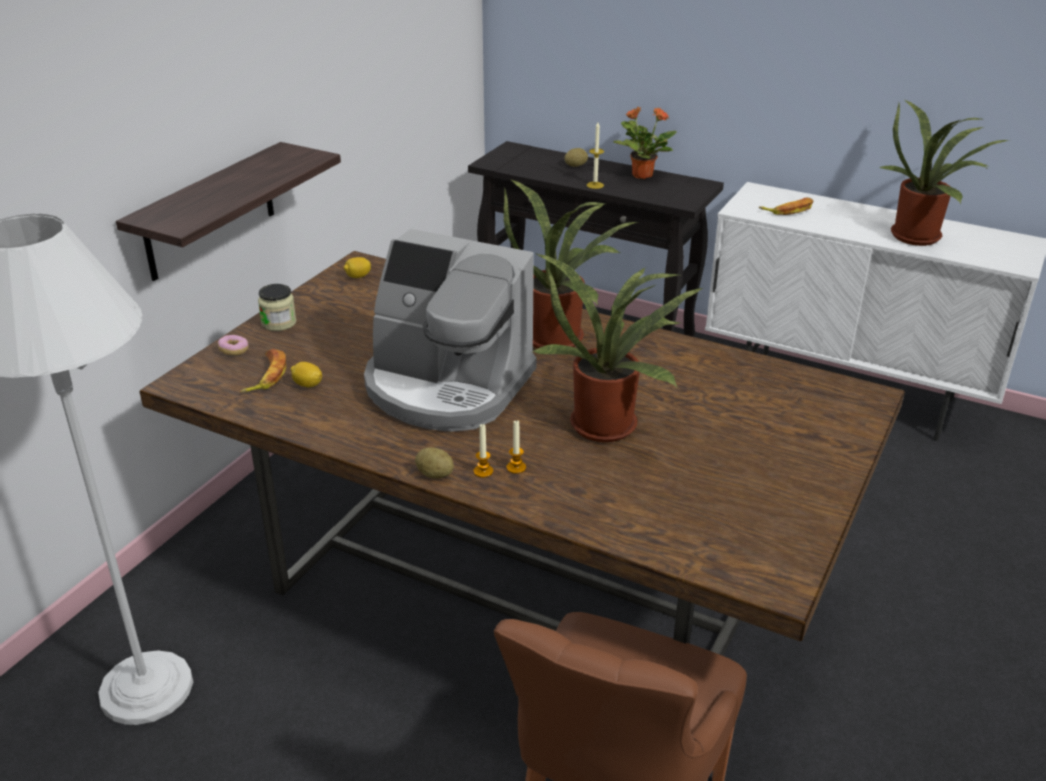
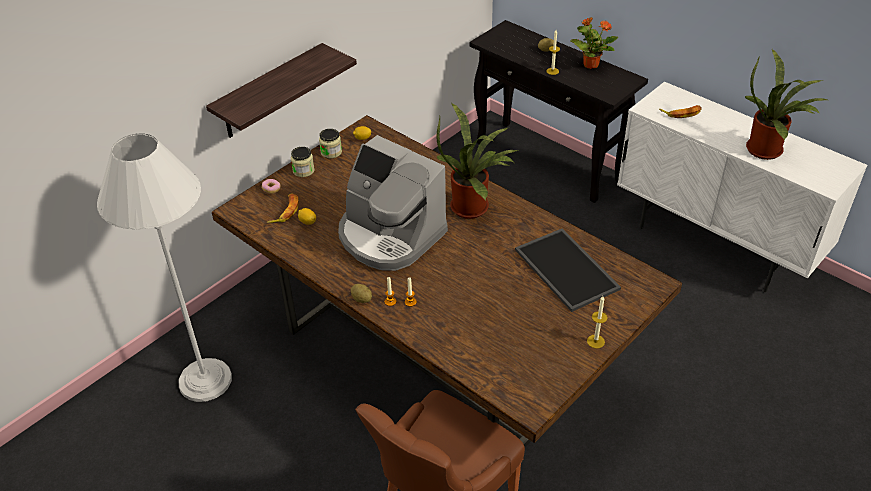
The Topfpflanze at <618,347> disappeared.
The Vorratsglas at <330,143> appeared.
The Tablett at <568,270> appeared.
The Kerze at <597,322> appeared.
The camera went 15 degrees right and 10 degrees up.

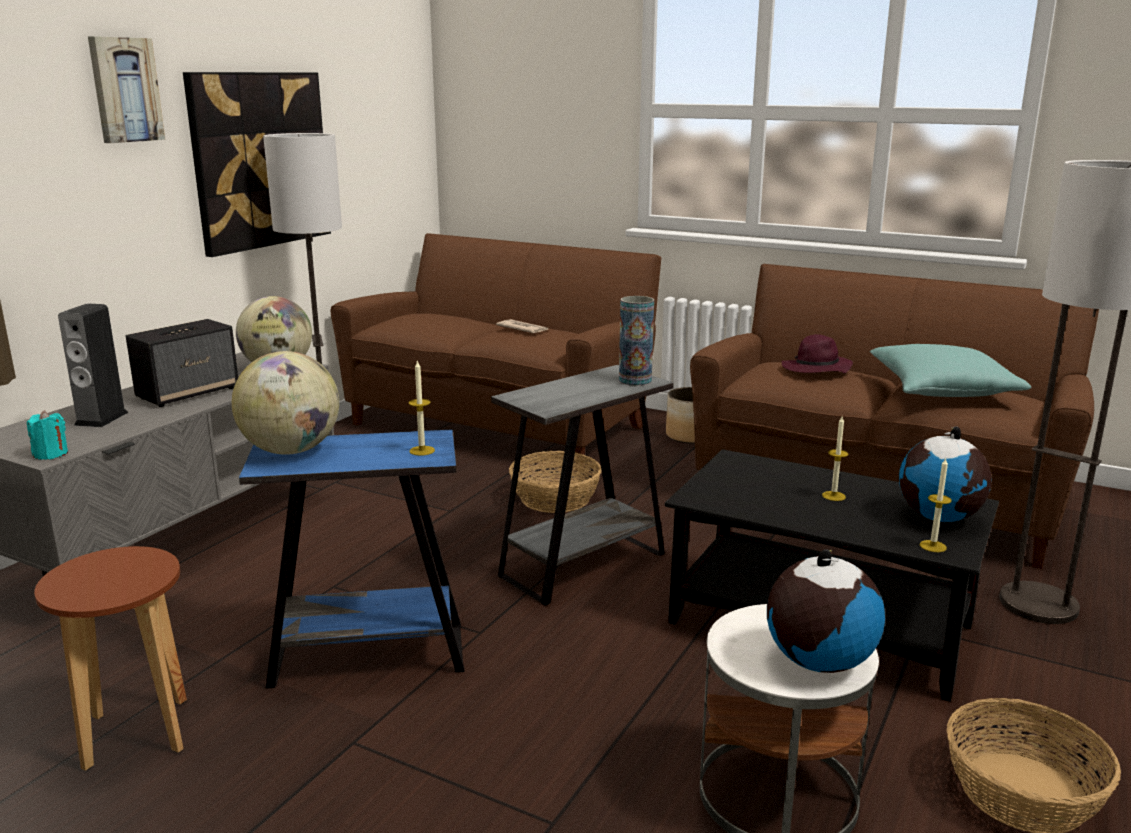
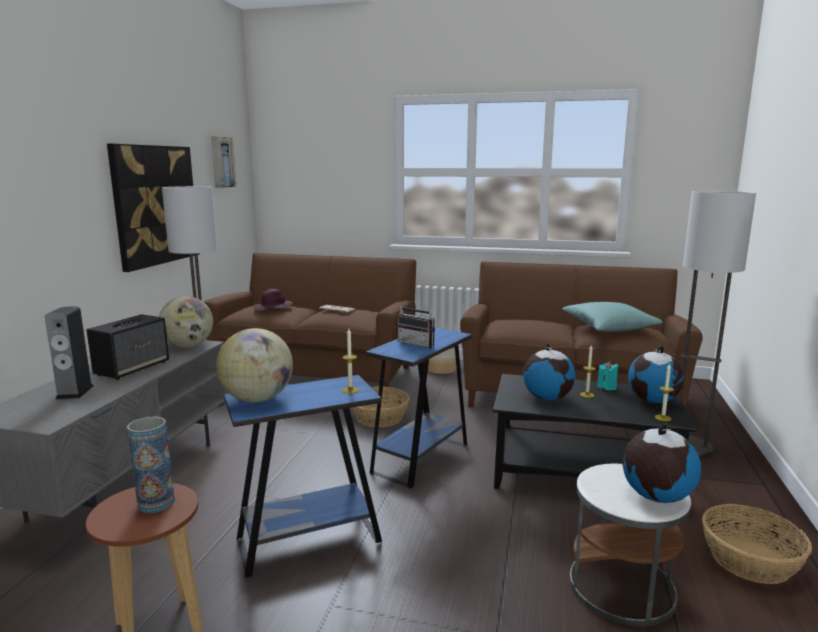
The Kerze (türkis) moved from <47,435> to <607,375>.
The Bild moved from <126,89> to <223,162>.
The Beistelltisch (grau) at <582,485> became the Beistelltisch (blau) at <419,408>.
The Vase moved from <636,341> to <151,465>.
The Hut (lila) moved from <817,353> to <273,299>.
The Radio at <416,322> appeared.
The Globus at <549,372> appeared.
The camera went 15 degrees left and 5 degrees down.

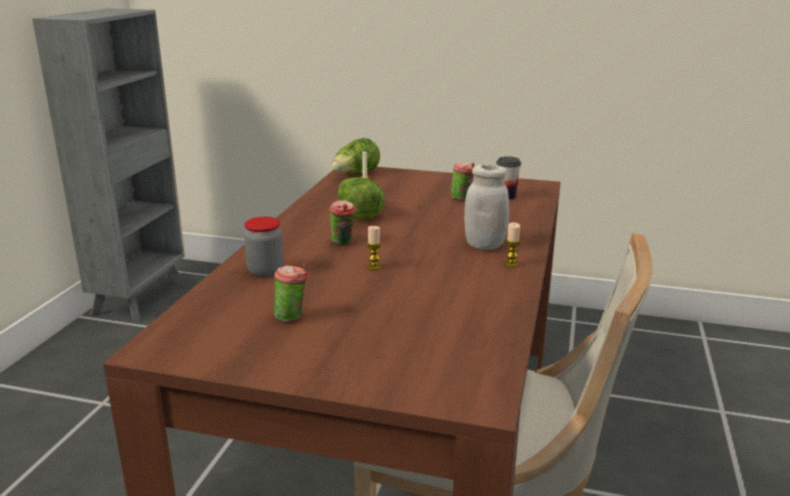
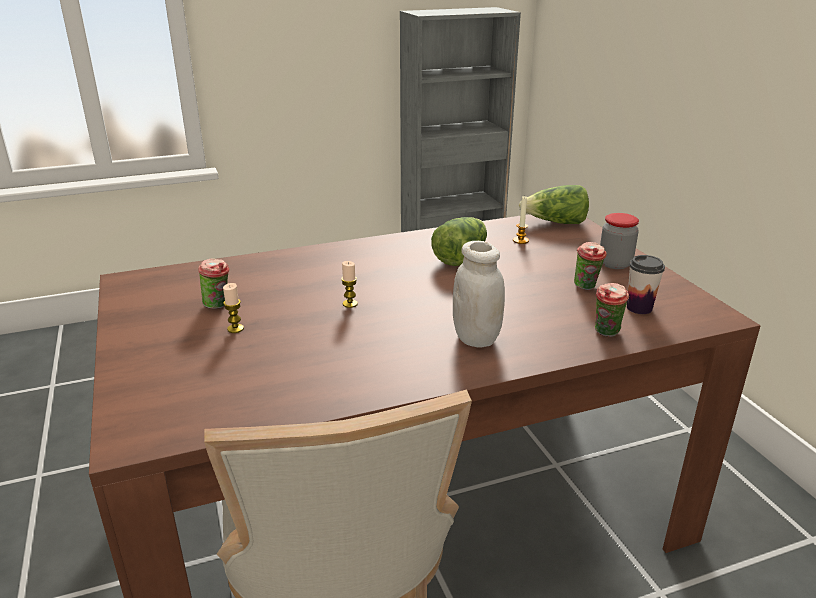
The Vorratsglas moved from <264,247> to <619,241>.
The Tasse moved from <342,222> to <612,310>.
The Kerze moved from <512,244> to <233,308>.
The camera went 55 degrees right and 5 degrees up.

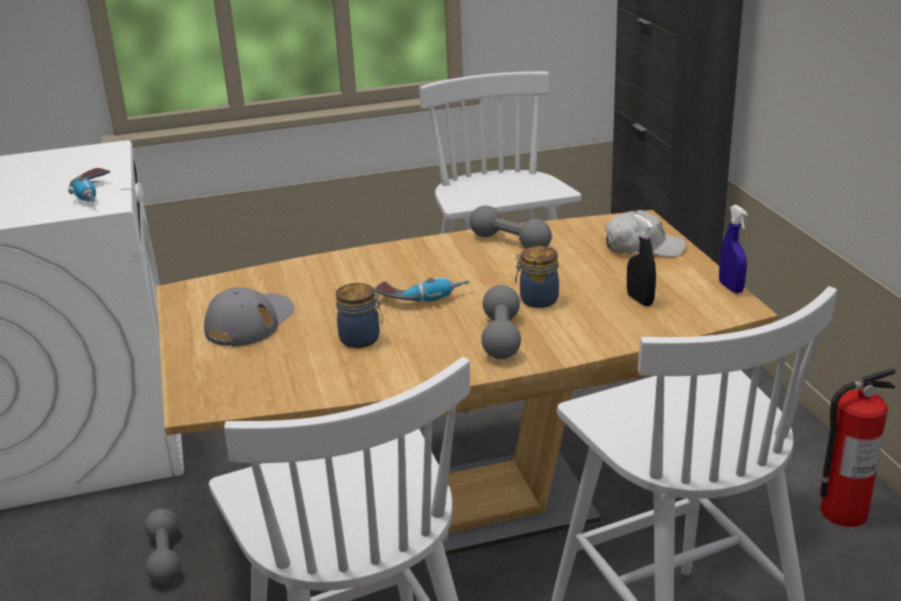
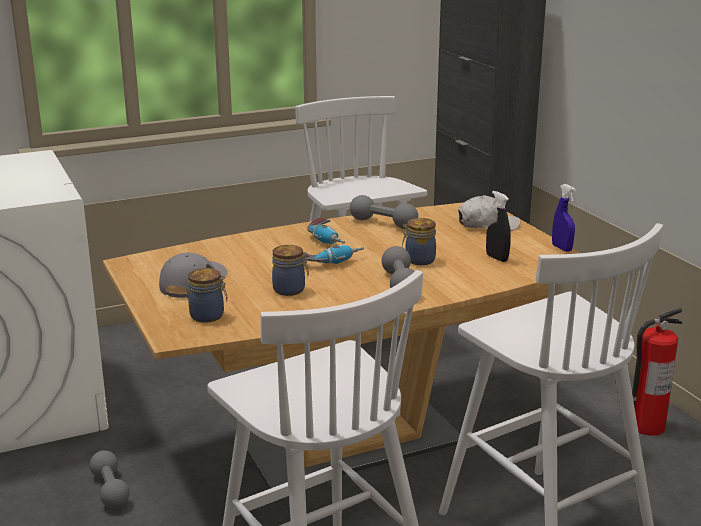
The Bohrmaschine moved from <89,185> to <326,231>.
The Vorratsglas at <208,295> appeared.
The camera went 10 degrees left and 5 degrees down.

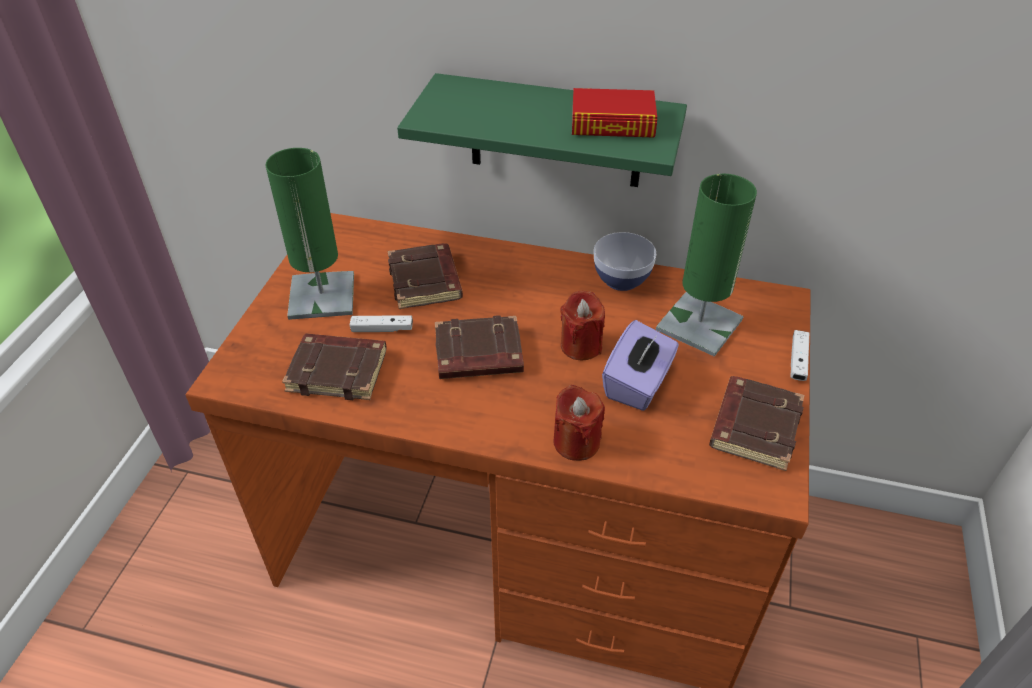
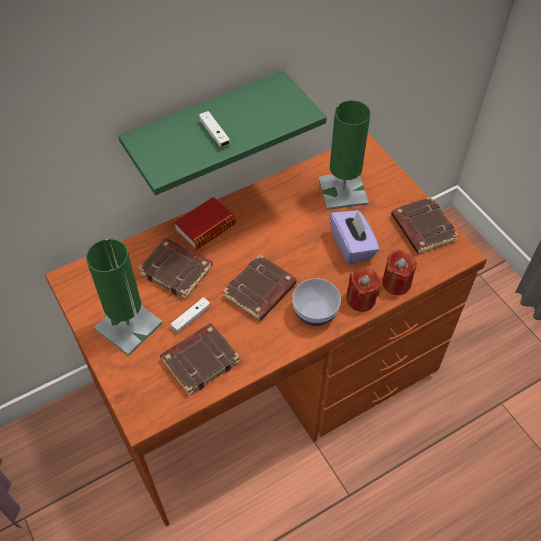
The Kerze (rot) moved from <582,325> to <399,272>.
The Buch moved from <614,113> to <205,223>.
The Schüssel moved from <625,261> to <316,302>.
The Gamepad (weiß) moved from <799,355> to <214,129>.
The camera went 45 degrees left and 10 degrees up.

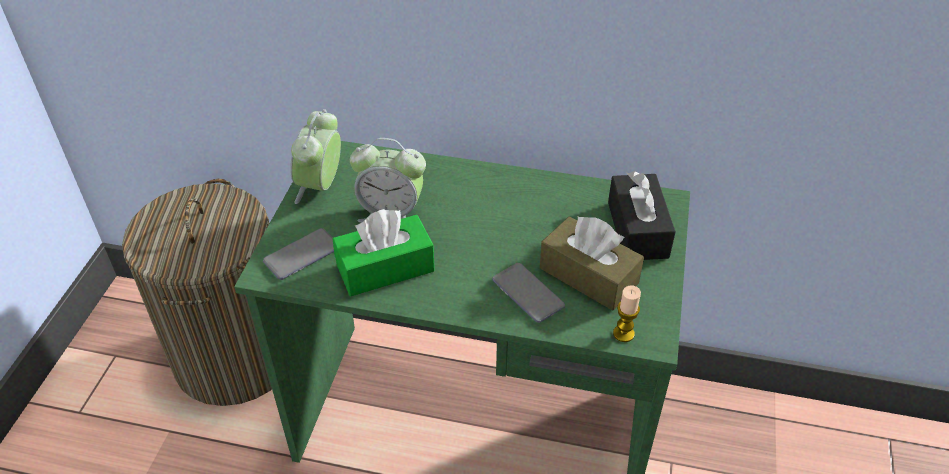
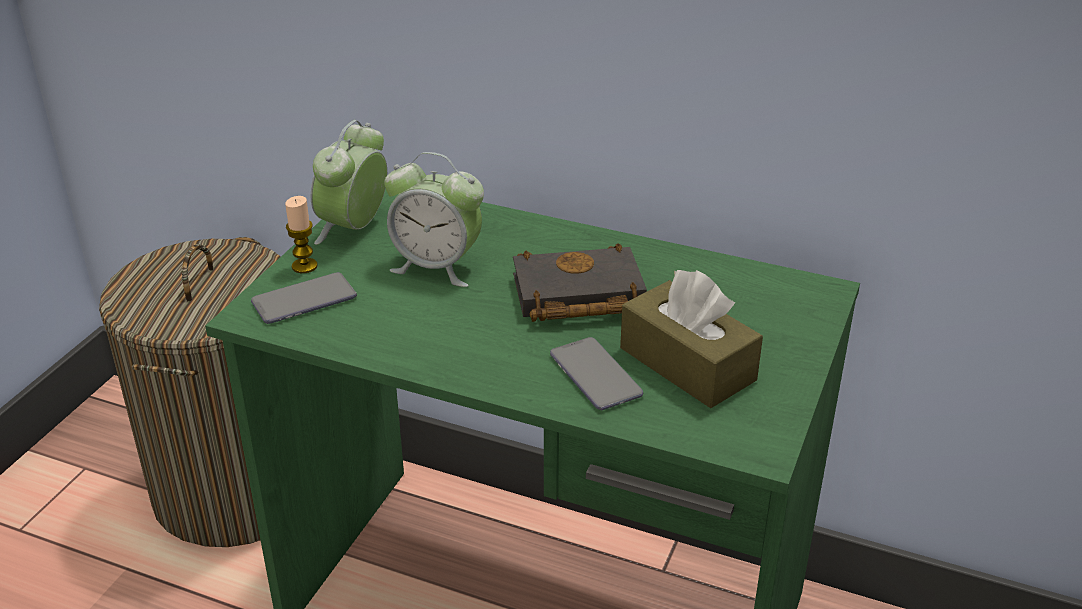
The Taschentuchbox (grün) at <384,252> disappeared.
The Taschentuchbox (schwarz) at <642,215> disappeared.
The Kerze moved from <627,313> to <301,234>.
The Buch (schwarz) at <580,282> appeared.
The camera went 10 degrees right and 10 degrees down.

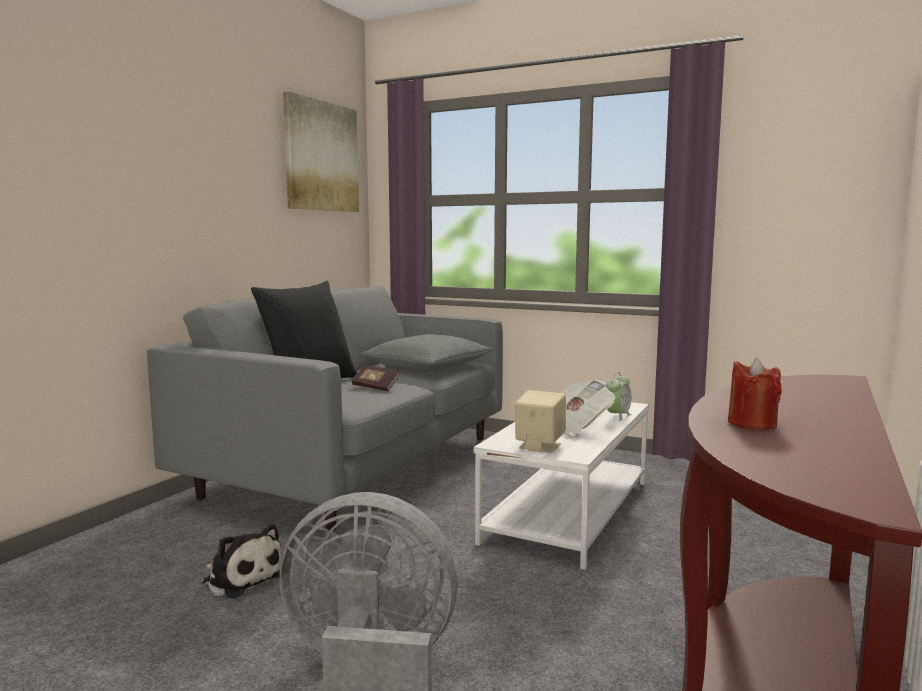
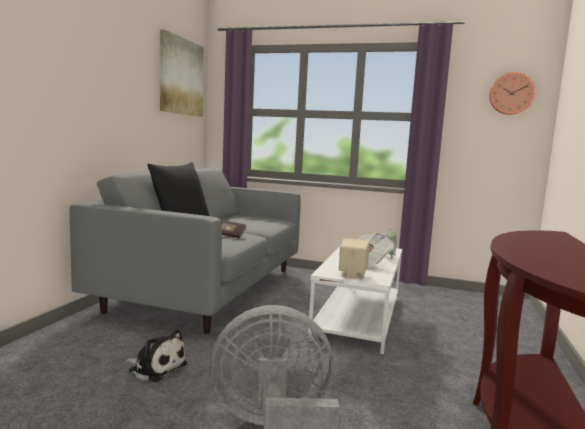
The Kissen (grau) at <427,352> disappeared.
The Kerze (rot) at <755,394> disappeared.
The Wanduhr at <512,93> appeared.
The camera went 10 degrees left and 0 degrees up.

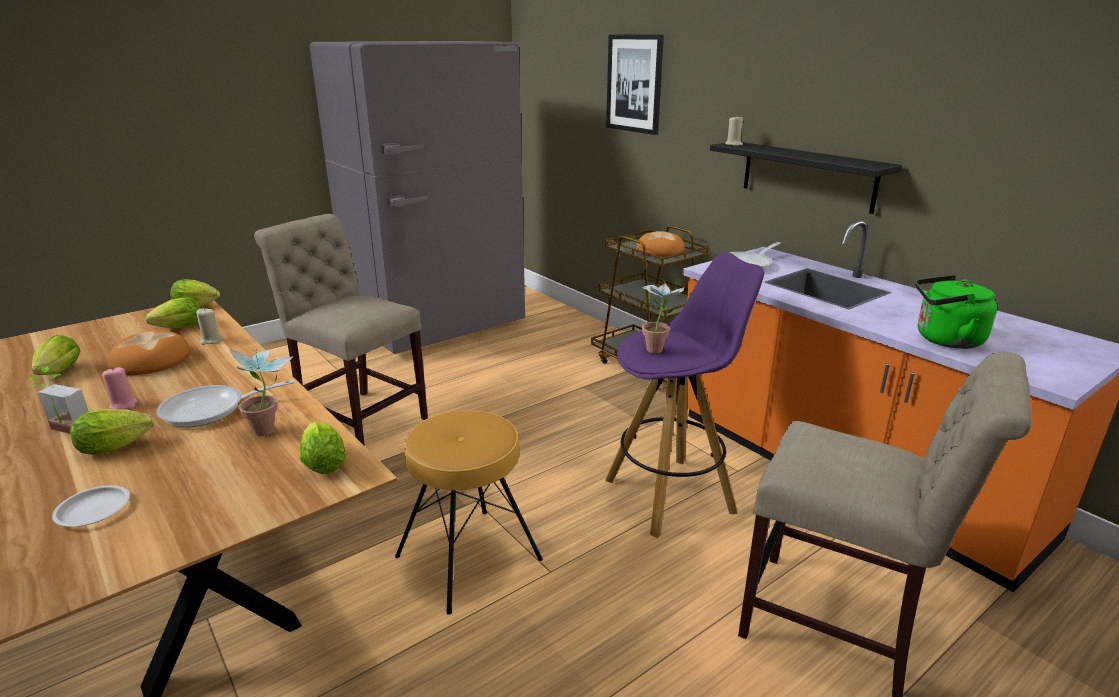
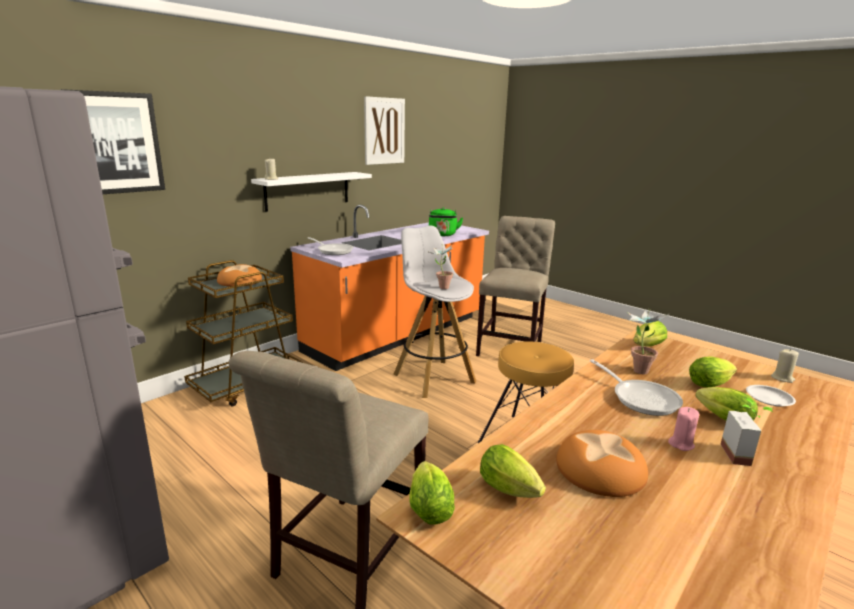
The Salatkopf moved from <56,355> to <713,372>.
The Kerze (beige) moved from <209,326> to <785,366>.
The Hocker (lila) at <684,395> became the Hocker (weiß) at <435,311>.
The Wandregal (schwarz) at <806,178> became the Wandregal (weiß) at <311,192>.
The Bild at <384,130> appeared.
The camera went 100 degrees left and 5 degrees down.

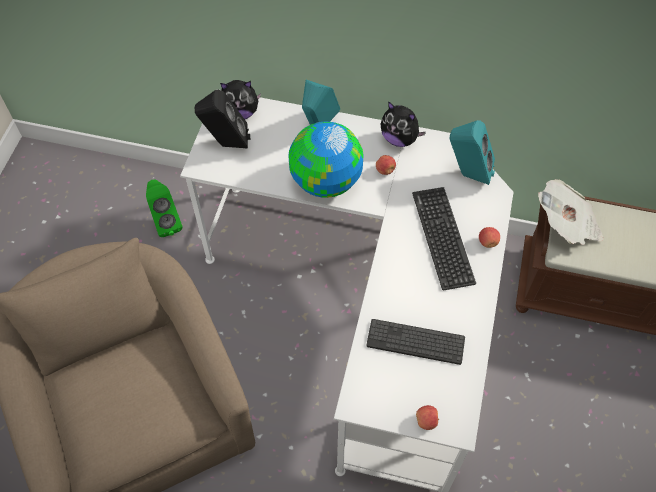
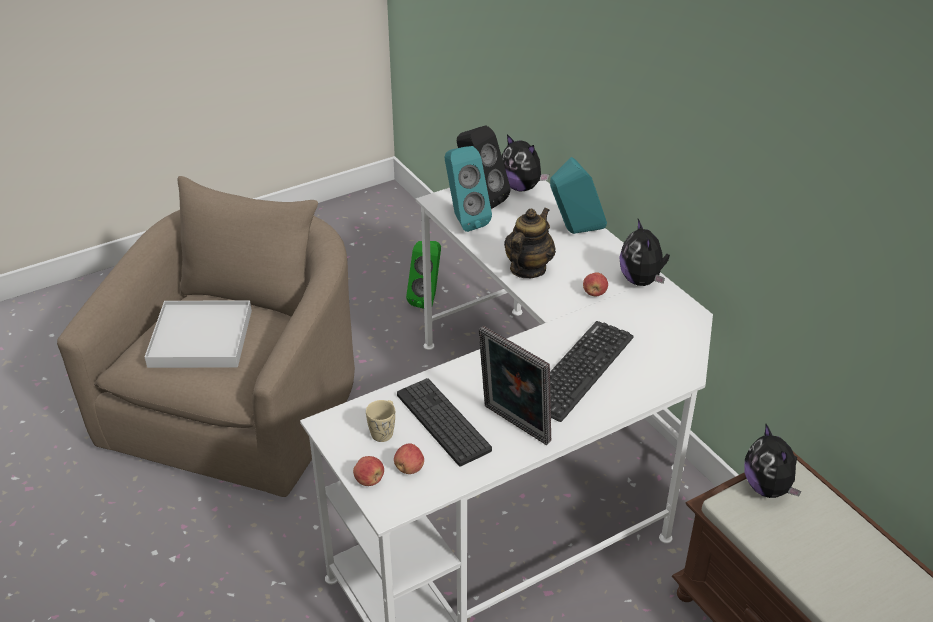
The Globus at <326,160> was replaced by the Teekanne at <530,243>.
The Lautsprecher (türkis) moved from <472,152> to <468,189>.
The Apfel moved from <489,237> to <409,458>.
The Zeitung at <571,212> was replaced by the Plüschtier at <772,461>.
The Tablett (weiß) at <198,334> appeared.
The Henkelbecher (beige) at <380,421> appeared.
The Bilderrahmen at <515,385> appeared.
The camera went 45 degrees right and 20 degrees down.

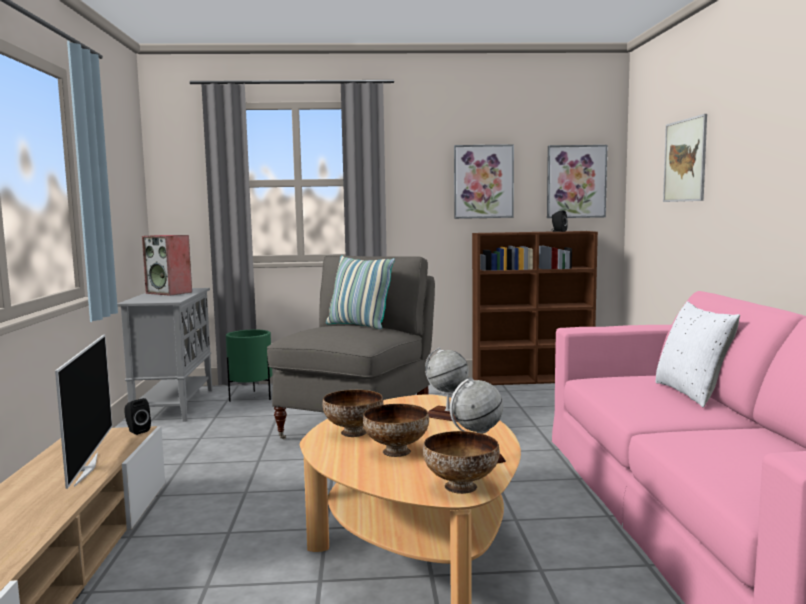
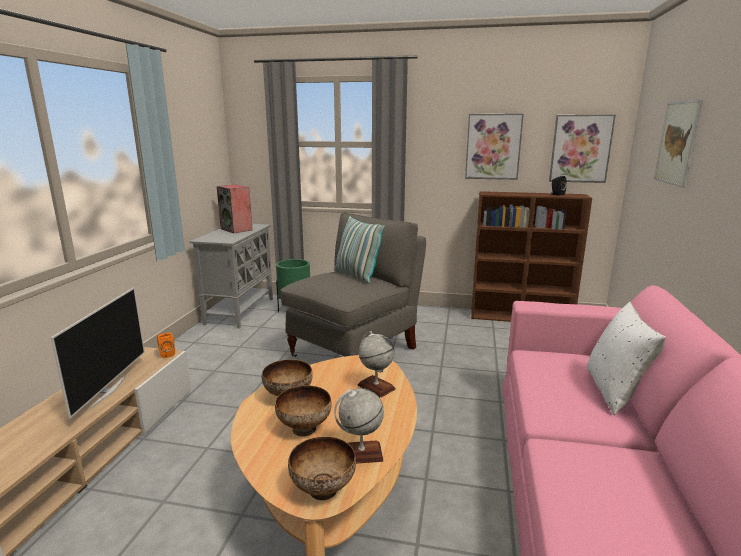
The Lautsprecher (schwarz) at <137,416> became the Lautsprecher (orange) at <166,345>.
The camera went 15 degrees right and 10 degrees up.

